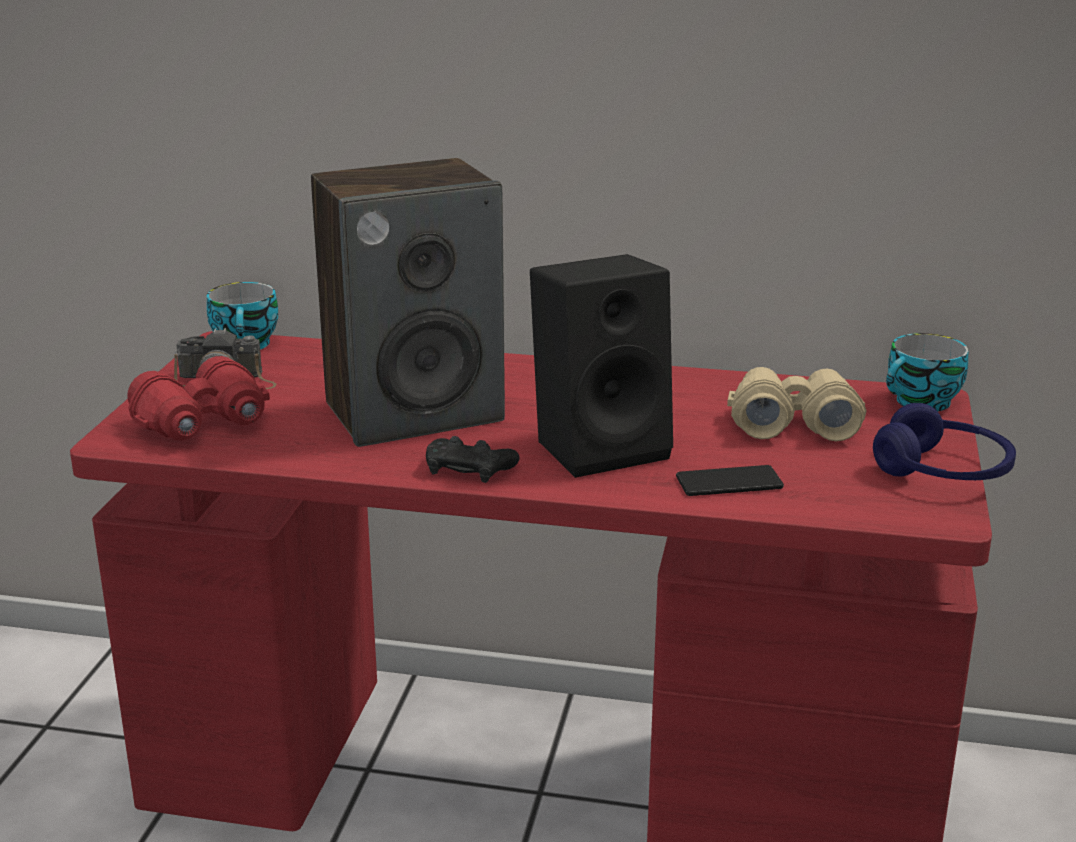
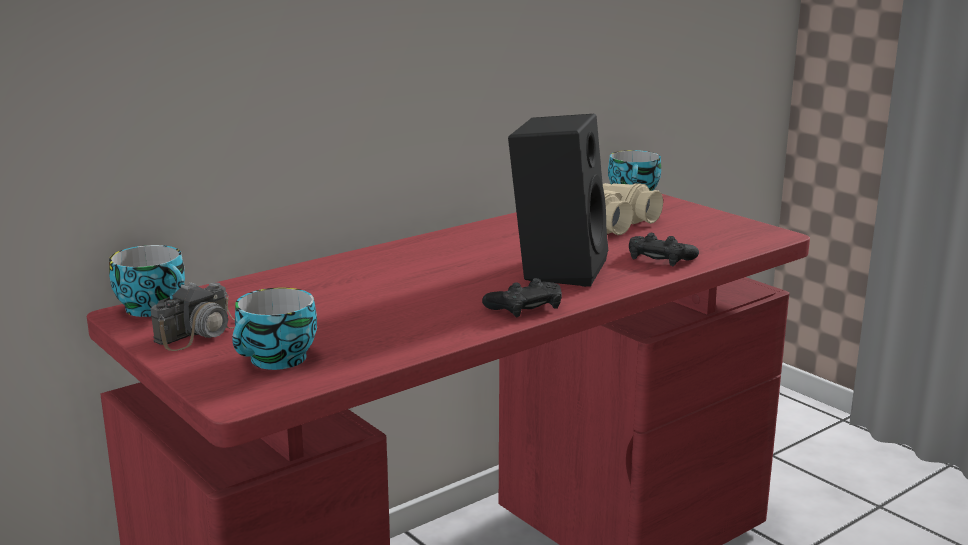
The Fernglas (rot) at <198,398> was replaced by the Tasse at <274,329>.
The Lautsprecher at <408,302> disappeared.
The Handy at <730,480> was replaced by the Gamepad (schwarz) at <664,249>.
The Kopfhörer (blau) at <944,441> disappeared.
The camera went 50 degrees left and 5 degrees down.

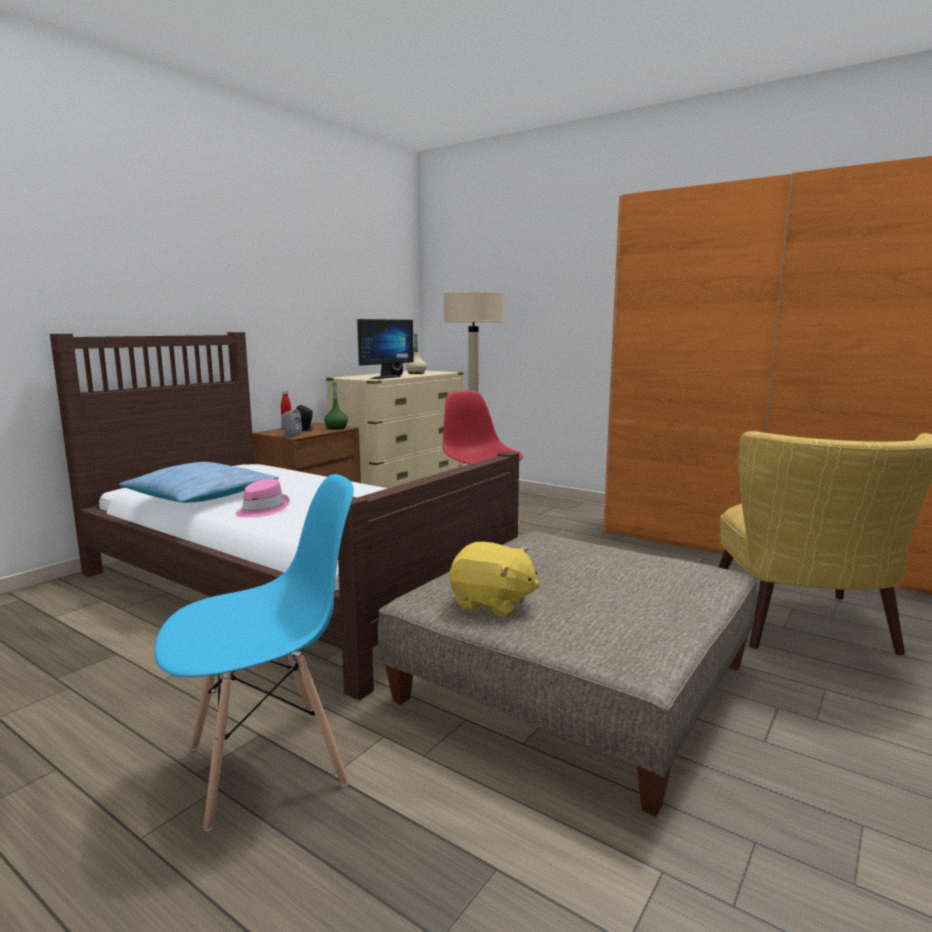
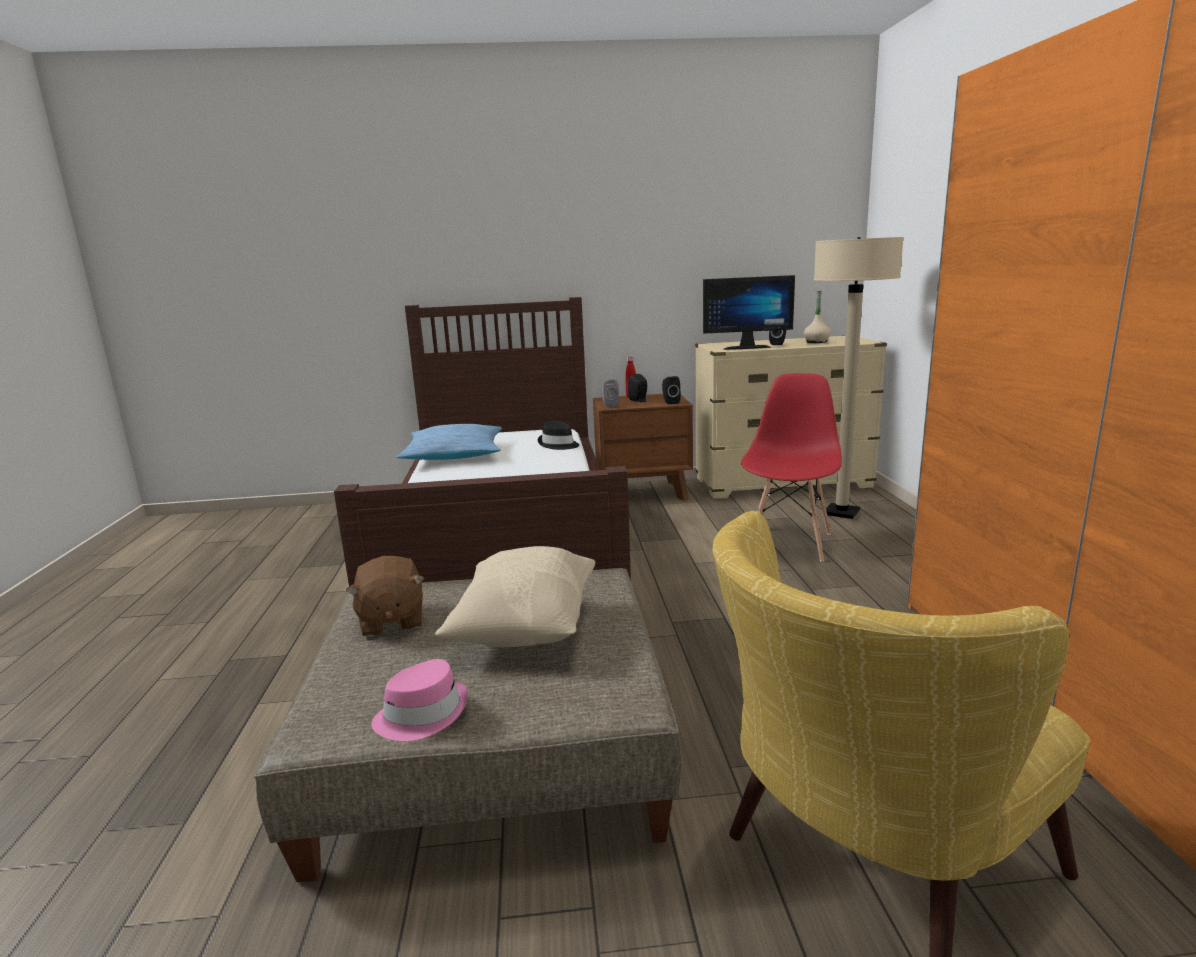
The Stuhl (blau) at <254,652> disappeared.
The Hut (rosa) moved from <262,498> to <419,700>.
The Flasche (grün) at <336,405> was replaced by the Lautsprecher (schwarz) at <671,390>.
The Plüschtier (gelb) at <495,579> became the Plüschtier (braun) at <385,596>.
The Kissen (beige) at <515,596> appeared.
The Hut (schwarz) at <558,435> appeared.
The camera went 50 degrees right and 5 degrees up.

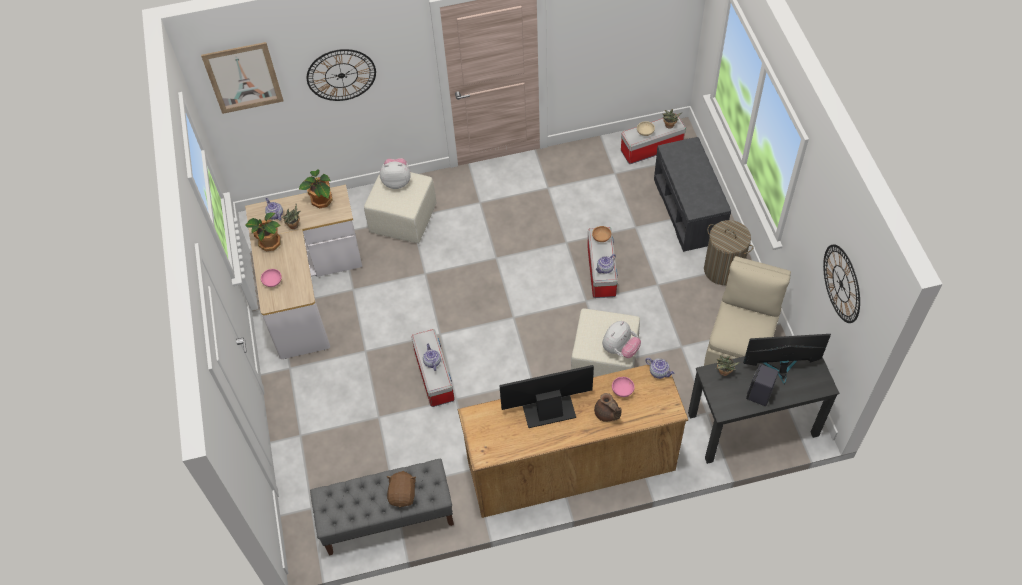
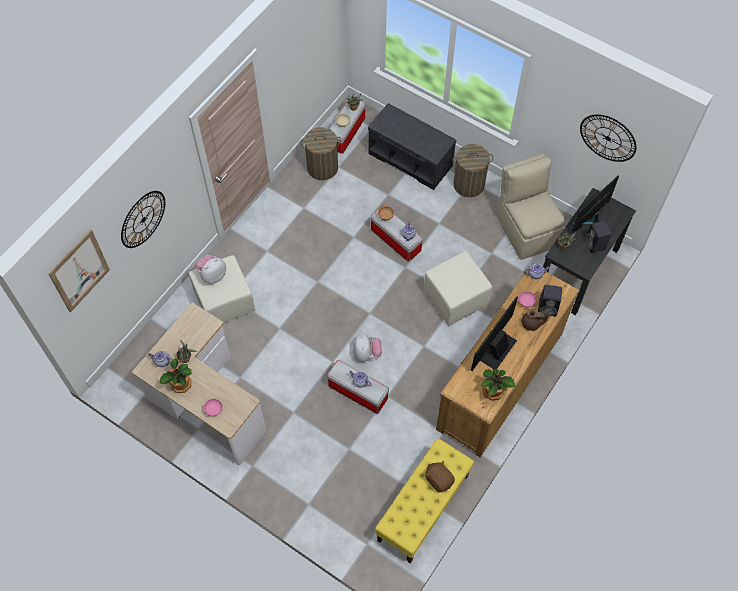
The Topfpflanze moved from <316,188> to <498,385>.
The Bank (grau) at <382,507> became the Bank (gelb) at <424,501>.
The Plüschtier moved from <621,339> to <367,348>.
The Wäschekorb at <321,153> appeared.
The Lautsprecher (schwarz) at <550,300> appeared.
The camera went 45 degrees left and 5 degrees up.

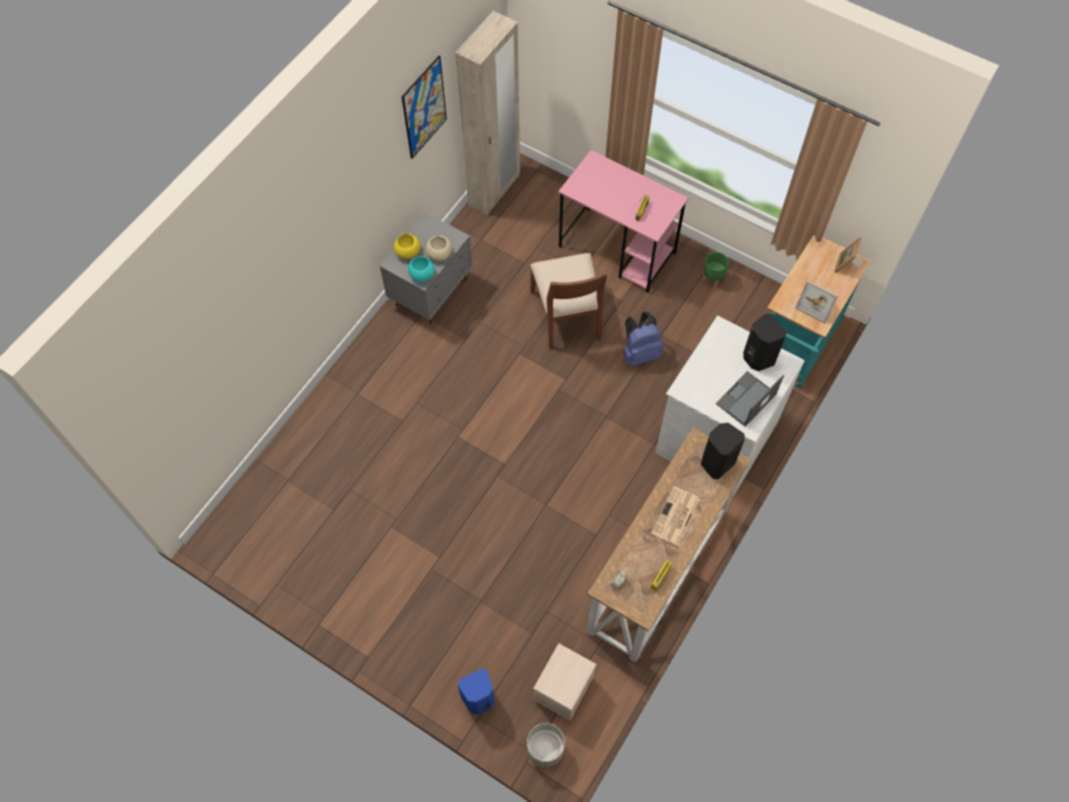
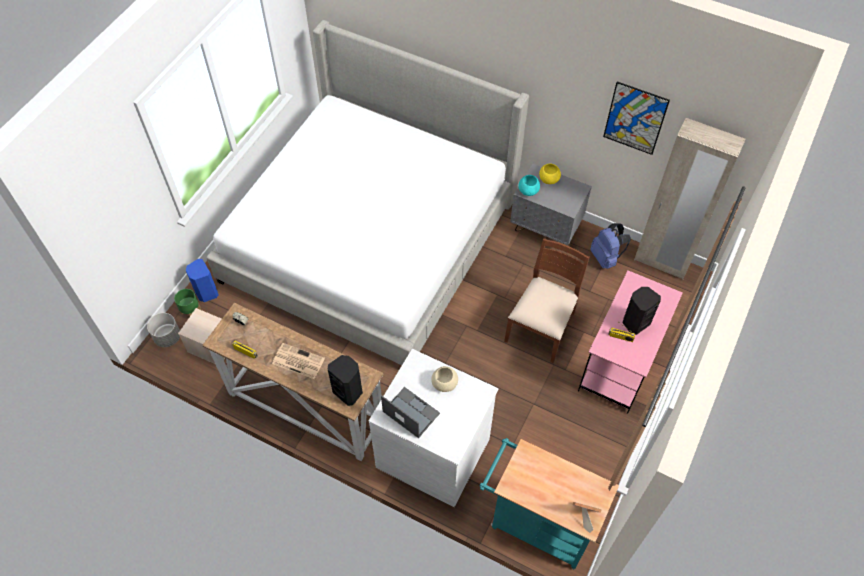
The Schüssel (beige) moved from <439,248> to <444,379>.
The Stuhl (braun) at <568,301> turned 135 degrees clockwise.
The Rucksack (blau) moved from <643,339> to <610,246>.
The Pflanzkübel (grün) moved from <715,270> to <187,302>.
The Lautsprecher (schwarz) moved from <765,342> to <642,311>.
The Bilderrahmen at <816,301> disappeared.
The Bett at <368,192> appeared.
The camera went 85 degrees right and 5 degrees down.

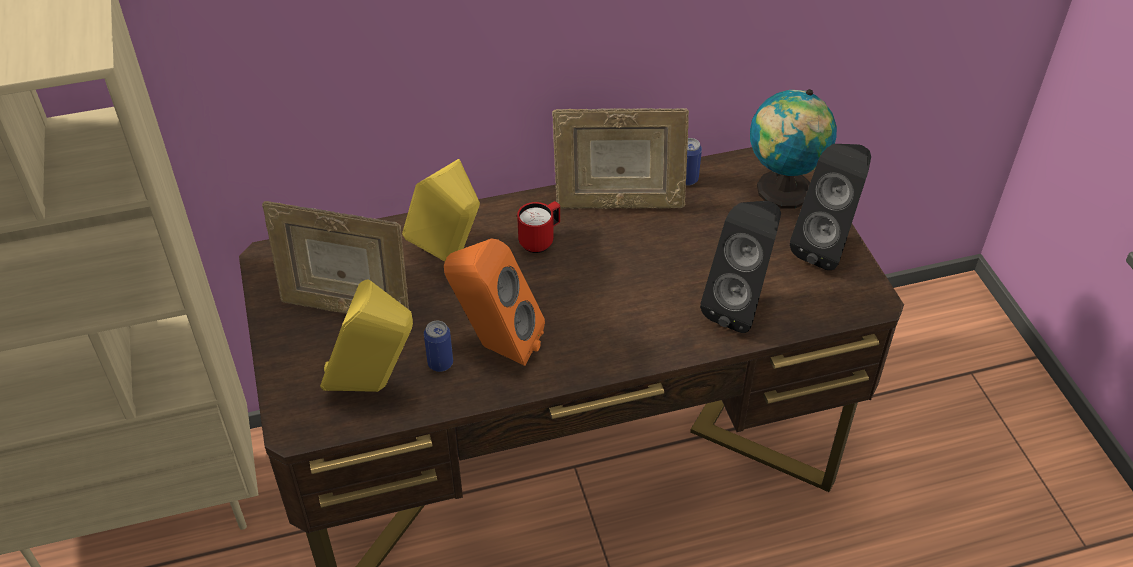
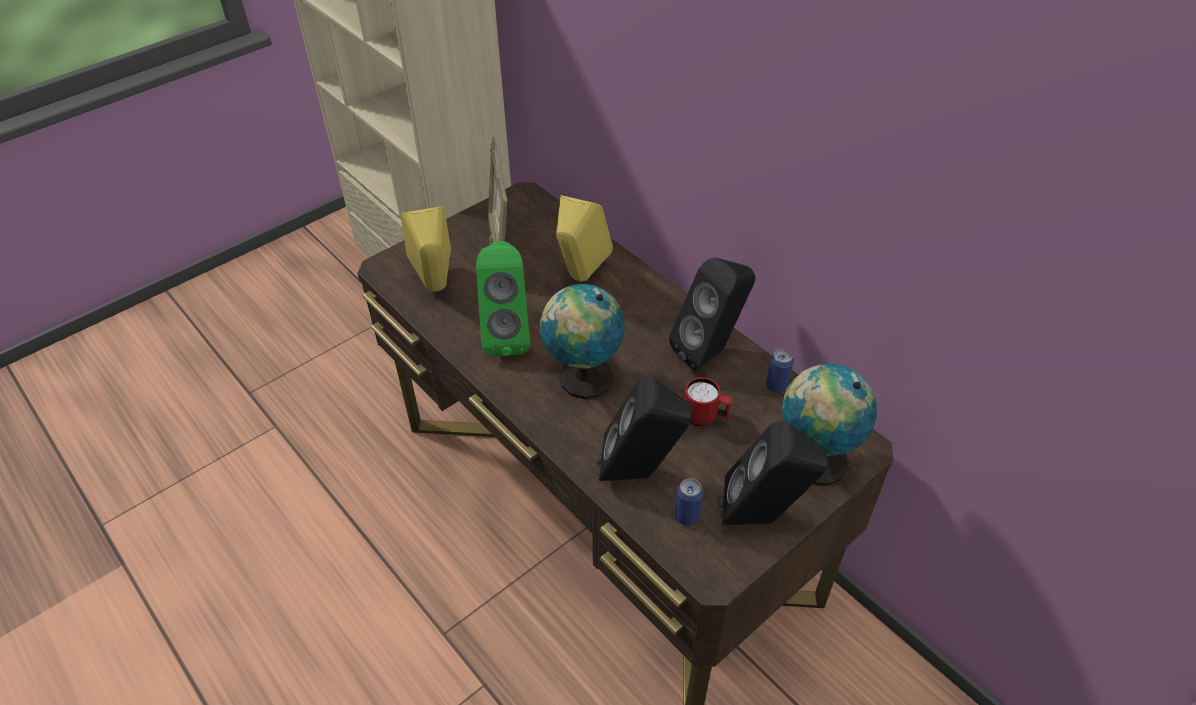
The Dose moved from <438,346> to <689,502>.
The Lautsprecher (orange) at <494,302> became the Lautsprecher (grün) at <503,298>.
The Henkelbecher (rot) moved from <538,227> to <708,401>.
The Bilderrahmen at <620,158> was replaced by the Lautsprecher (schwarz) at <712,314>.
The Globus at <582,341> appeared.
The camera went 65 degrees right and 0 degrees up.

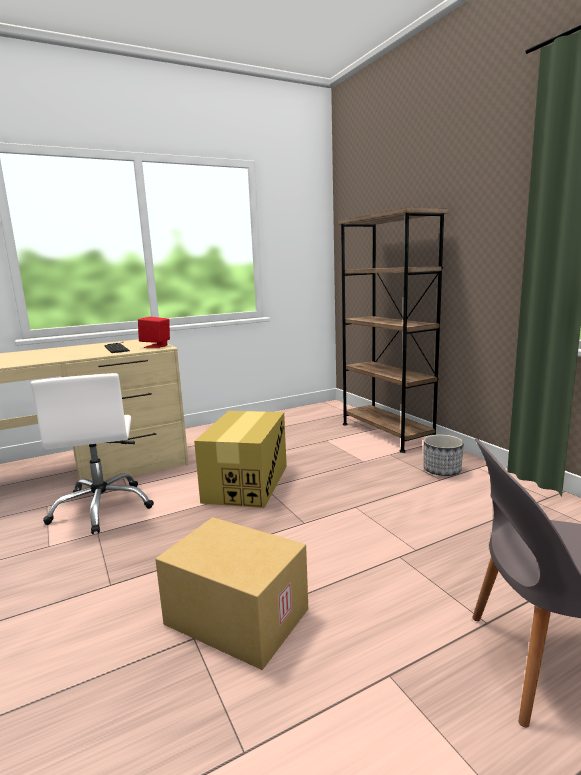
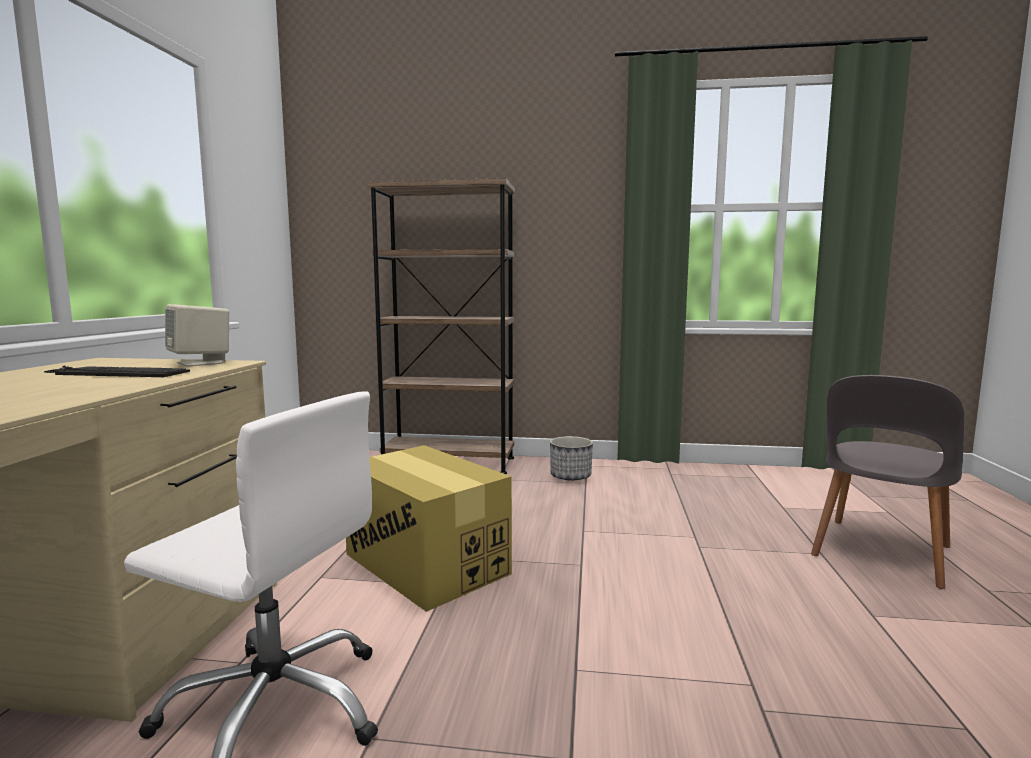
The Lautsprecher (rot) at <154,332> became the Lautsprecher (beige) at <197,335>.
The Karton at <231,593> disappeared.
The camera went 55 degrees left and 5 degrees down.

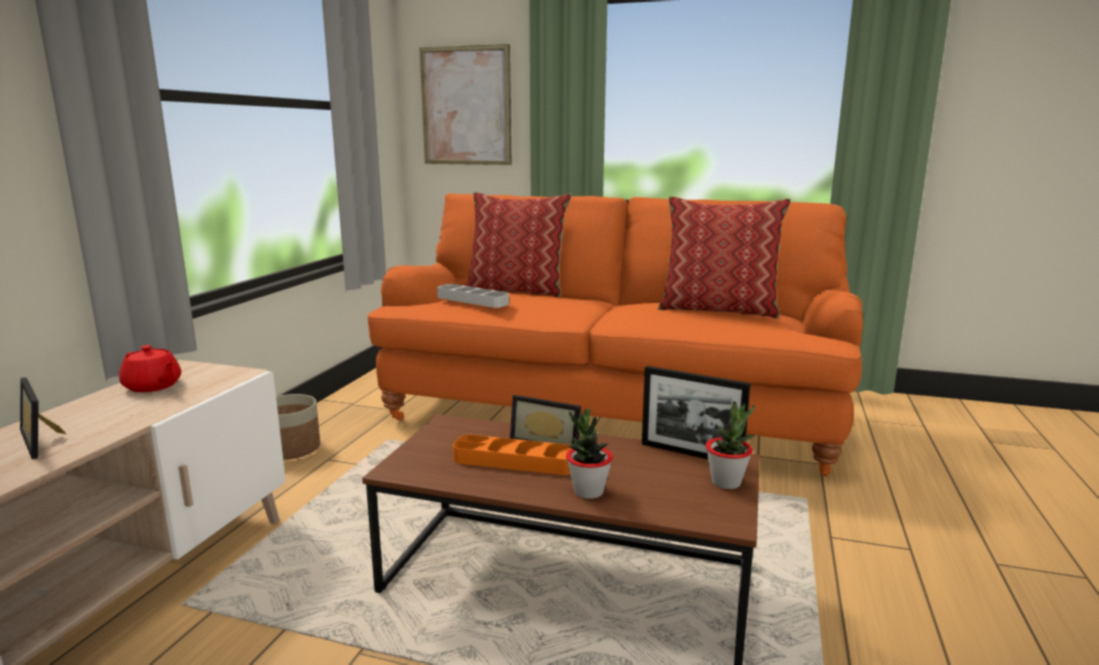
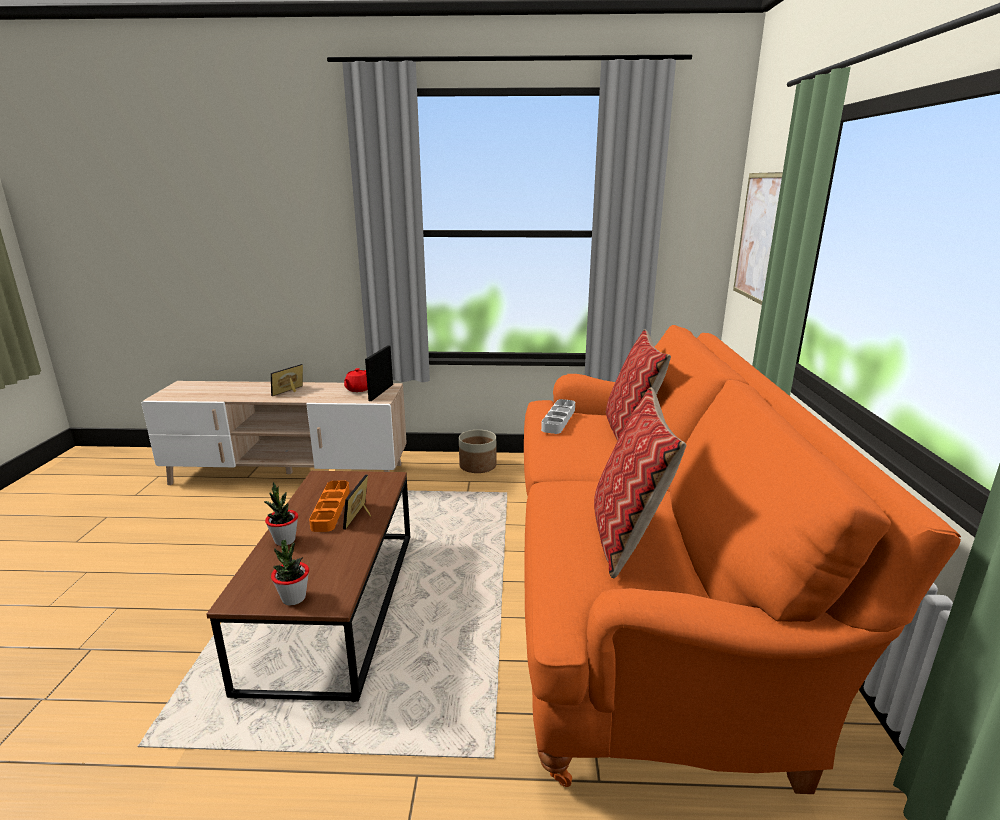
The Bilderrahmen moved from <696,412> to <379,373>.
The camera went 75 degrees right and 5 degrees up.

